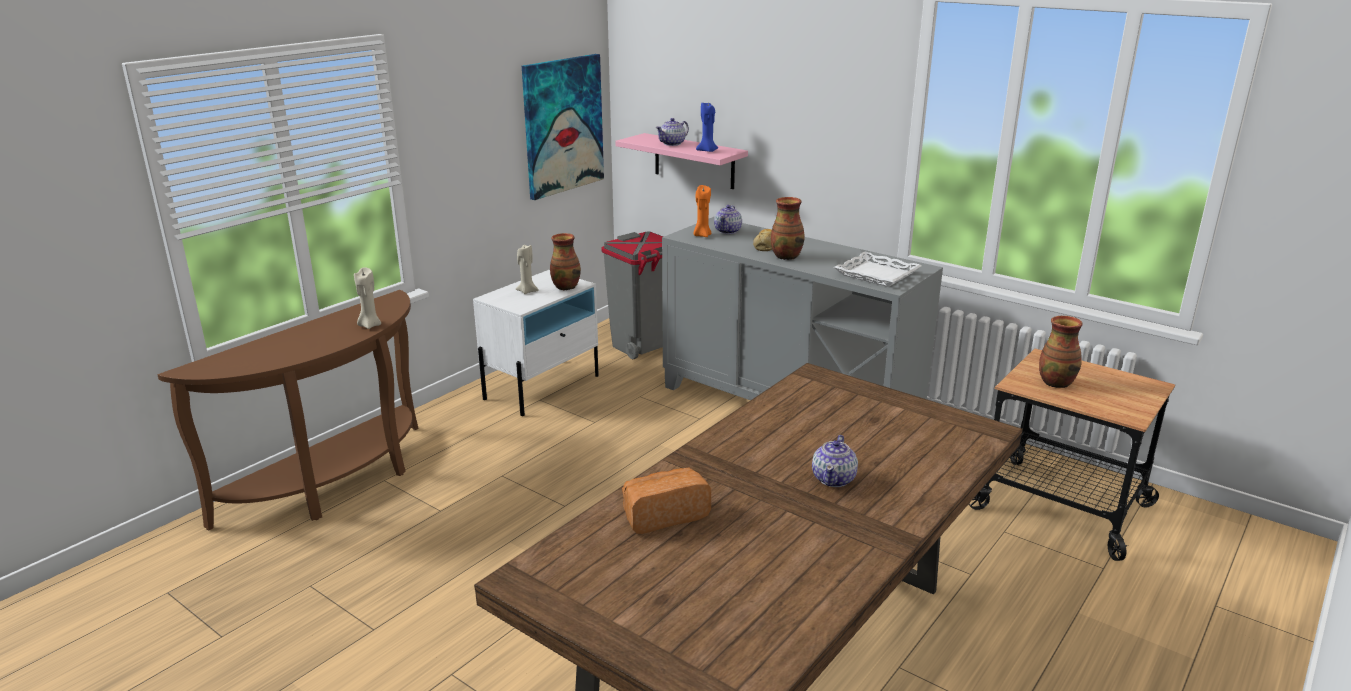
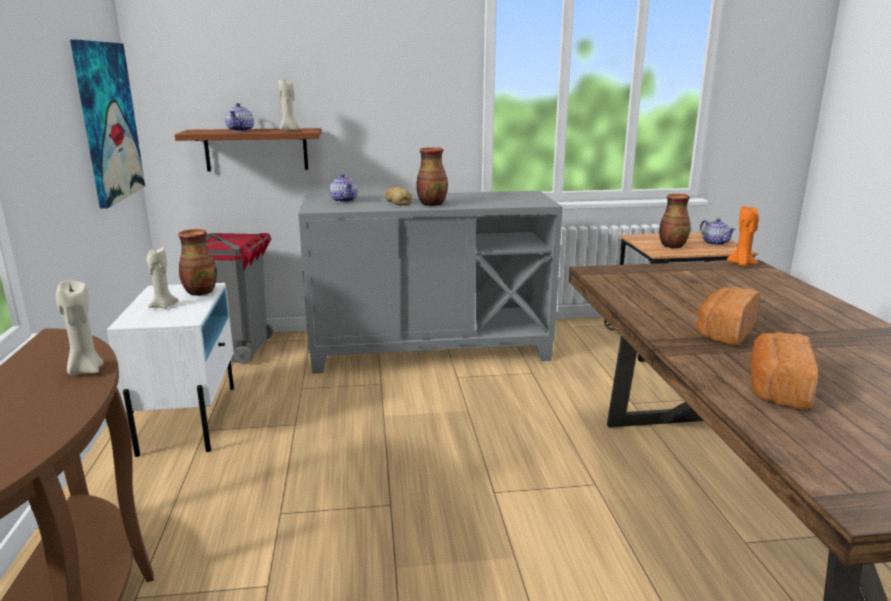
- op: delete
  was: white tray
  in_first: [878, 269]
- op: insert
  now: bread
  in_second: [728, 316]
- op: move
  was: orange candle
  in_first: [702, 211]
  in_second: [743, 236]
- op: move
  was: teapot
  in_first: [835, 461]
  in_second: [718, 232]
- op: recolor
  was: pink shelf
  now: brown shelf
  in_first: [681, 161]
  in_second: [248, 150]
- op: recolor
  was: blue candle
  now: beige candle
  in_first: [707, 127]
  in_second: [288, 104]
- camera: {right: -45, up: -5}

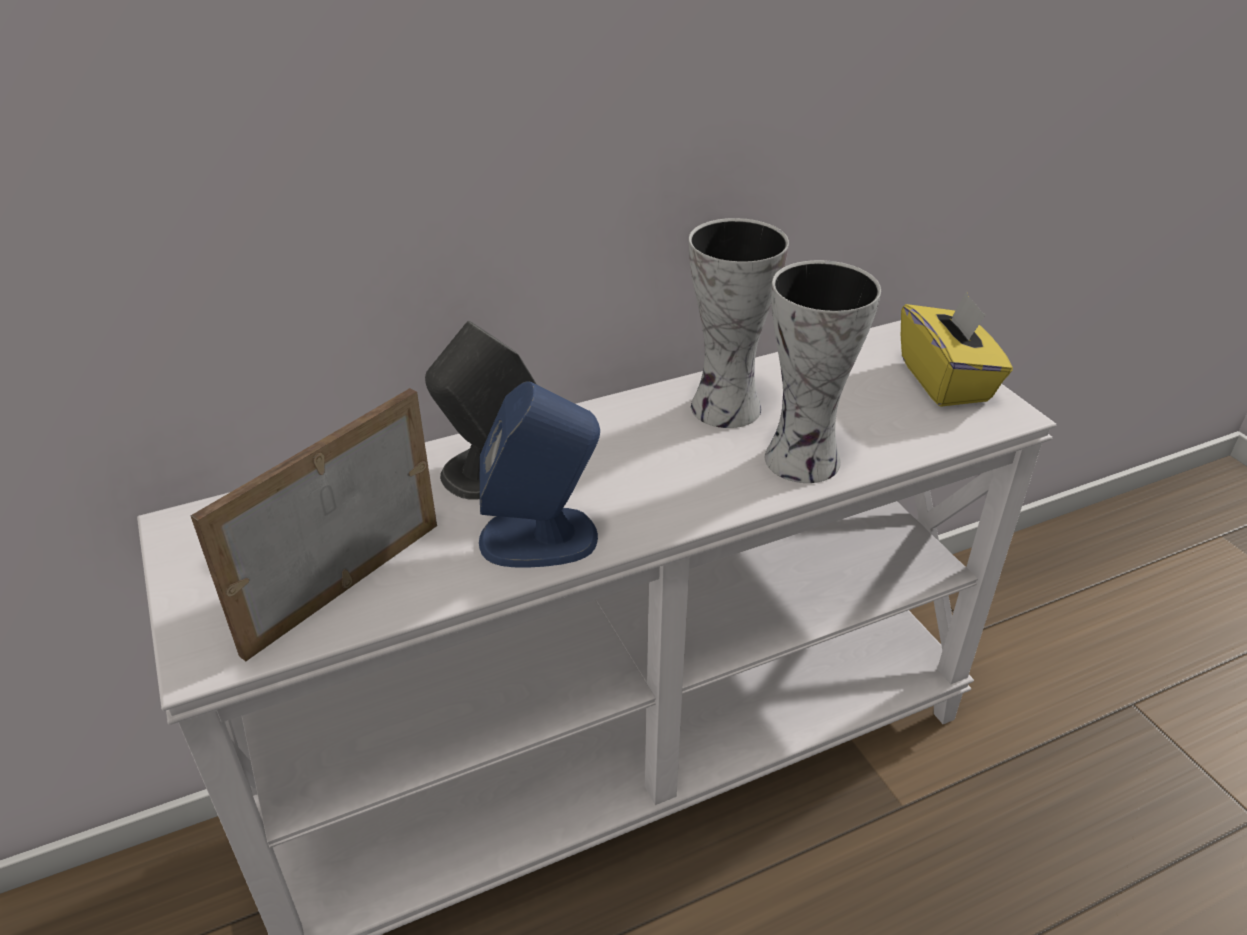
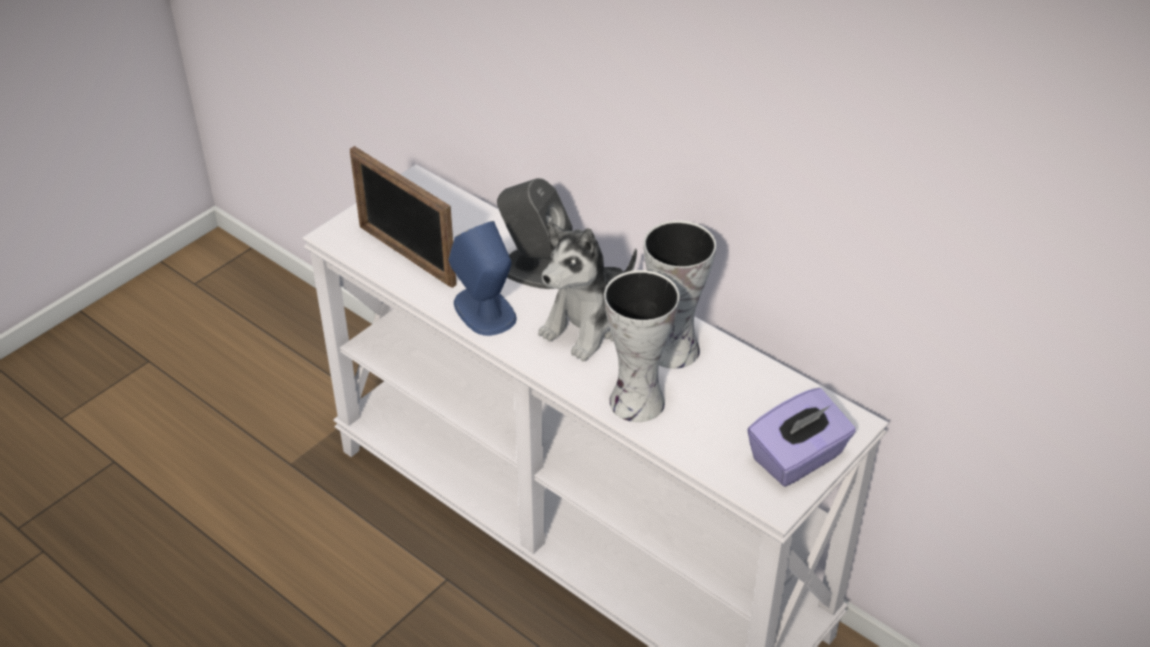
- op: insert
  now: plush toy
  in_second: [587, 291]
- op: recolor
  was: yellow tissue box
  now: purple tissue box
  in_first: [957, 349]
  in_second: [801, 437]
- op: rotate
  was: picture frame
  in_first: [314, 524]
  in_second: [403, 217]
  clockwise: -150
- camera: {right: 65, up: 5}

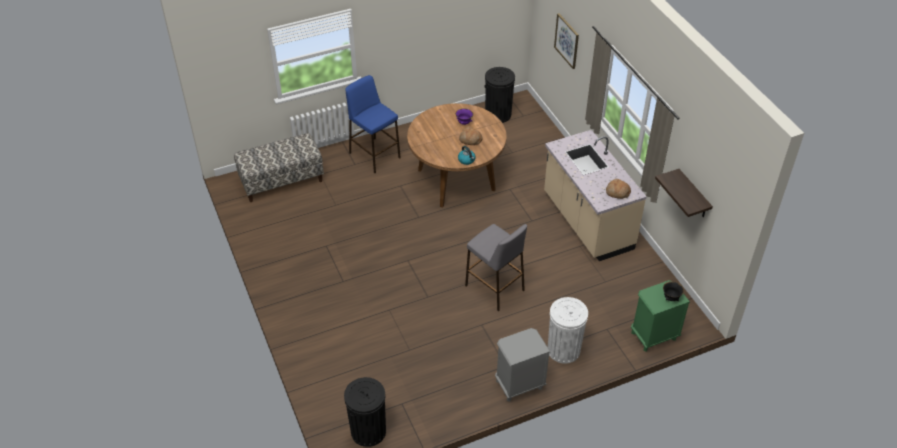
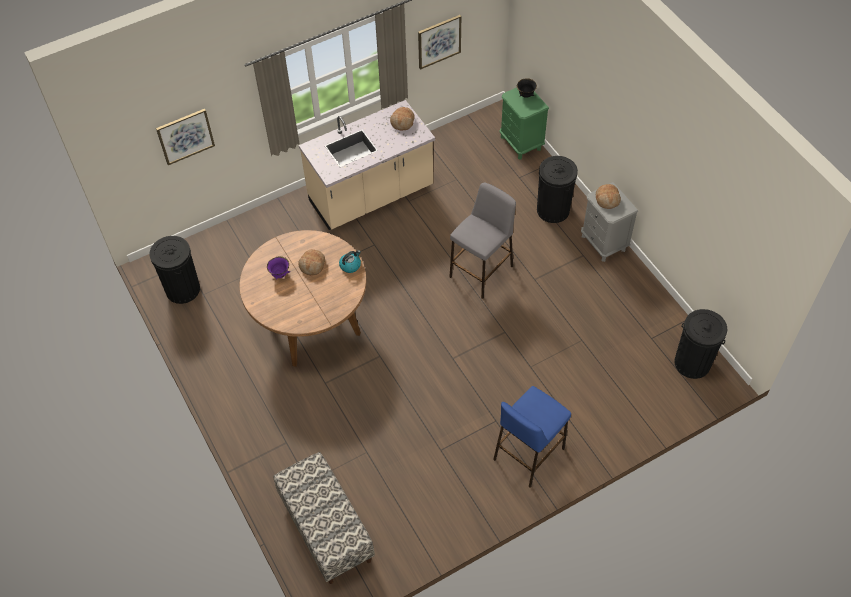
- op: insert
  now: bread
  in_second: [608, 196]
- op: move
  was: blue stool
  in_first: [373, 124]
  in_second: [532, 437]
- op: replace
  was: shelf
  now: picture
  in_first: [684, 193]
  in_second: [439, 42]
- op: recolor
  was: white trash can
  now: black trash can
  in_first: [568, 330]
  in_second: [557, 189]
- camera: {right: -95, up: 10}

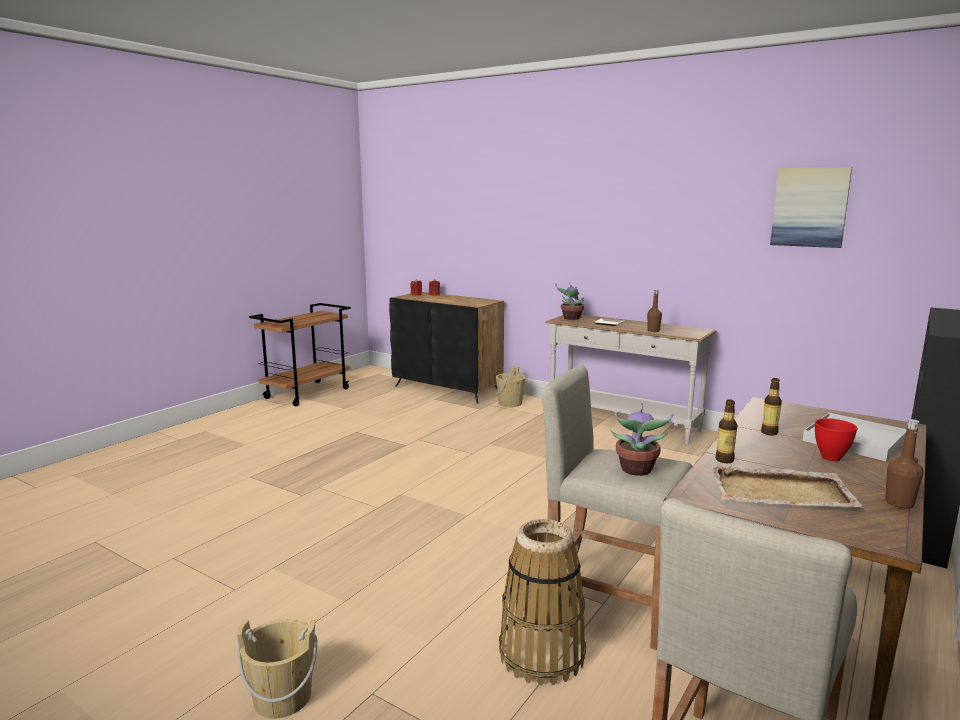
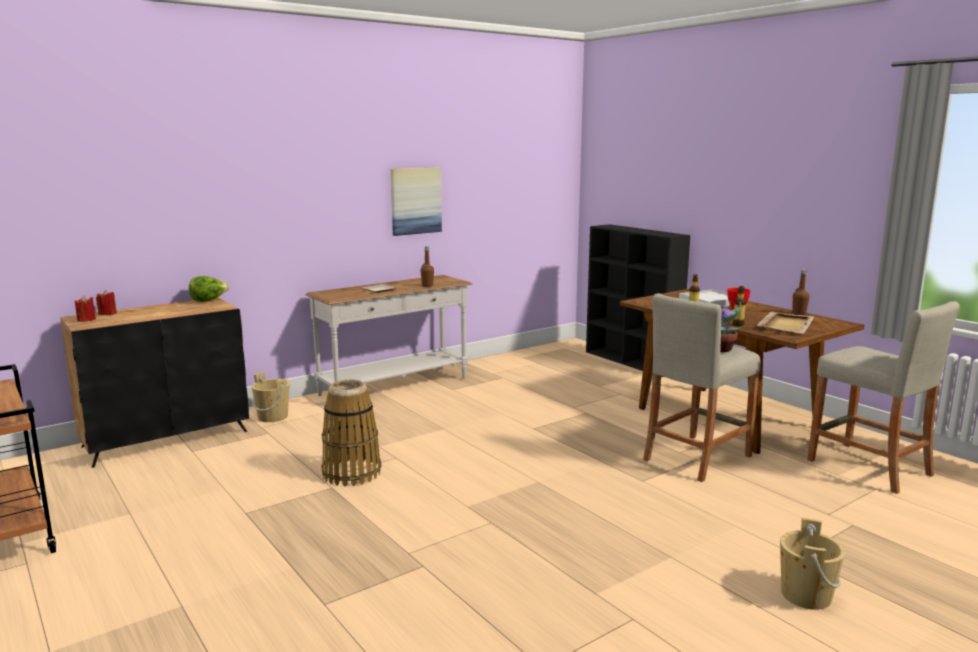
- op: delete
  was: potted plant
  in_first: [569, 300]
- op: insert
  now: lettuce
  in_second: [209, 289]
- op: move
  was: basket
  in_first: [542, 602]
  in_second: [351, 432]
- op: move
  was: picture
  in_first: [811, 207]
  in_second: [416, 201]
- camera: {right: -70, up: 0}

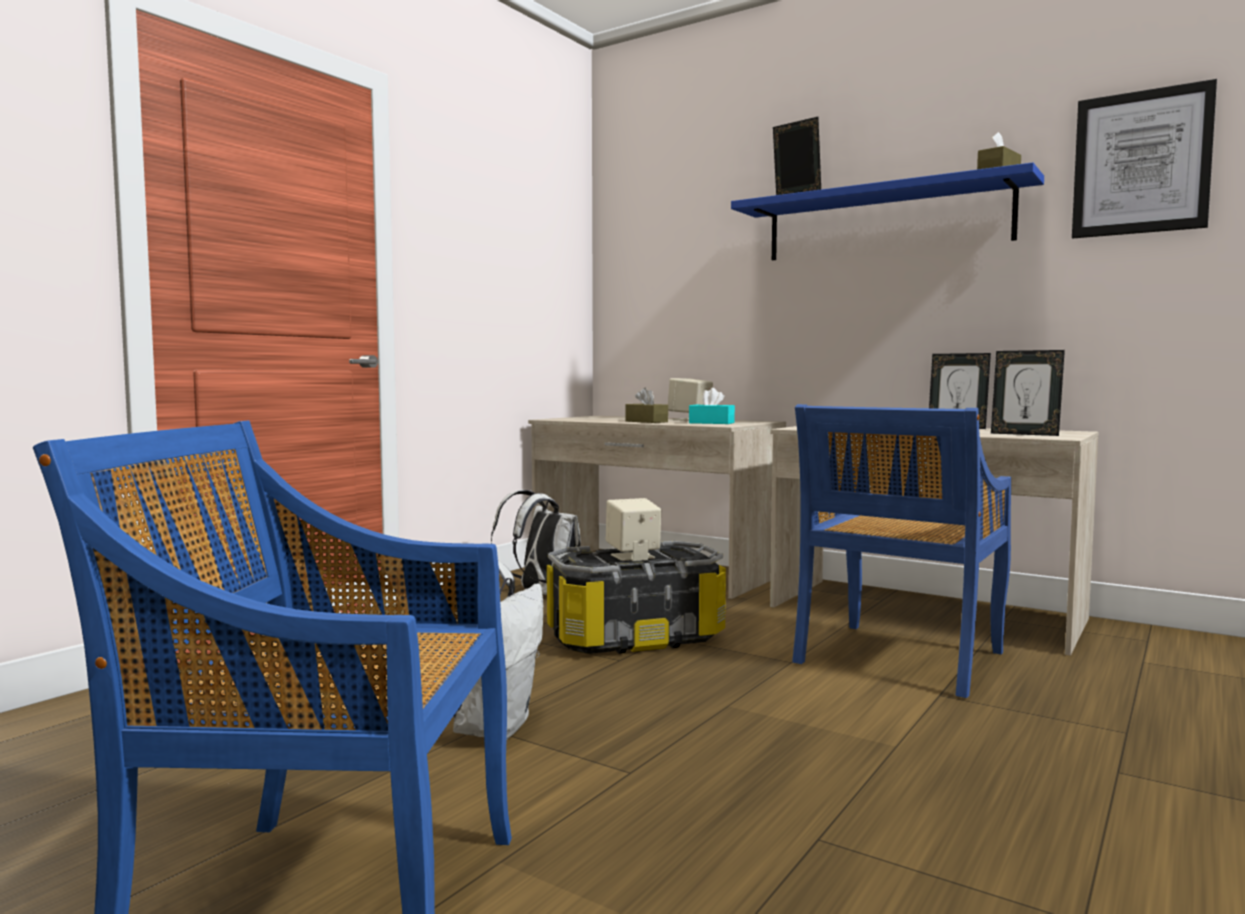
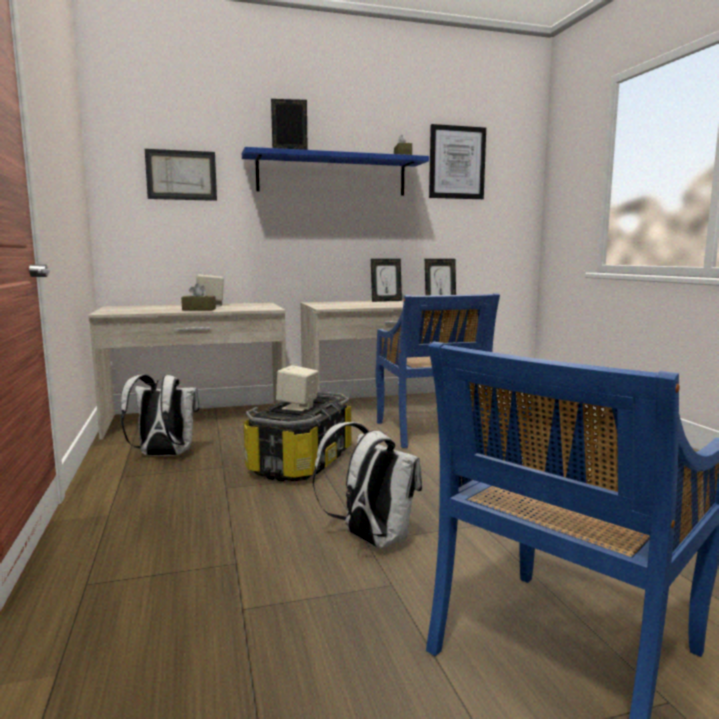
- op: delete
  was: turquoise tissue box
  in_first: [712, 406]
- op: insert
  now: picture
  in_second: [181, 175]
- camera: {right: -50, up: 5}

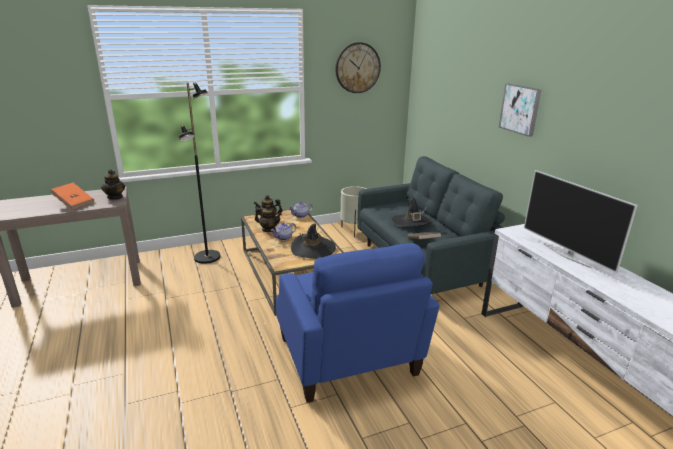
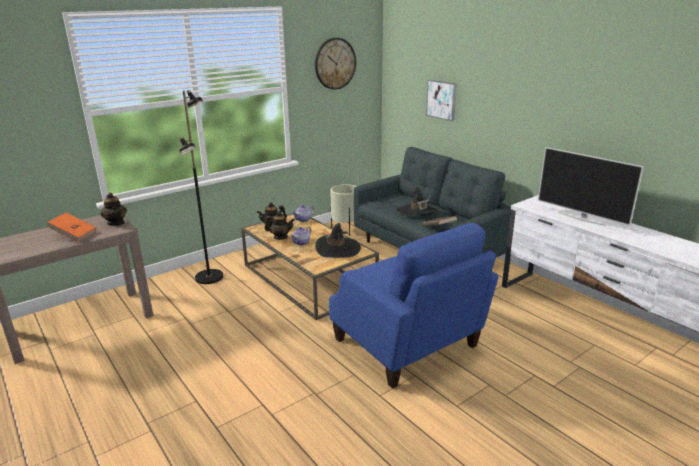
- op: move
  was: picture
  in_first: [520, 110]
  in_second: [441, 100]
- camera: {right: -15, up: 0}

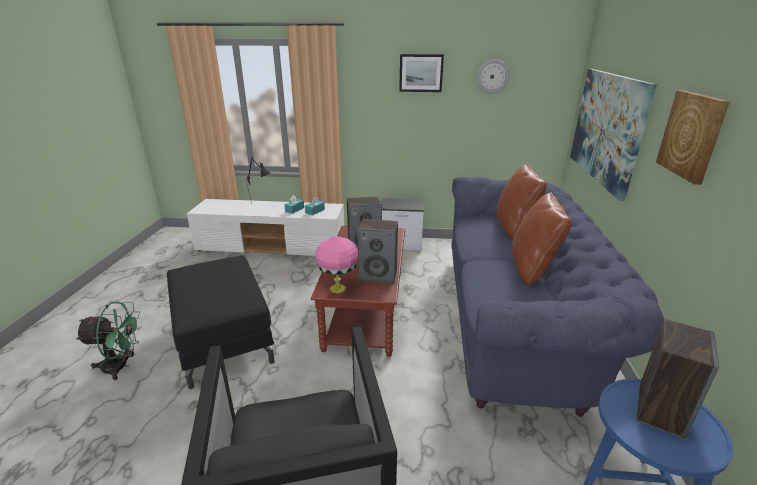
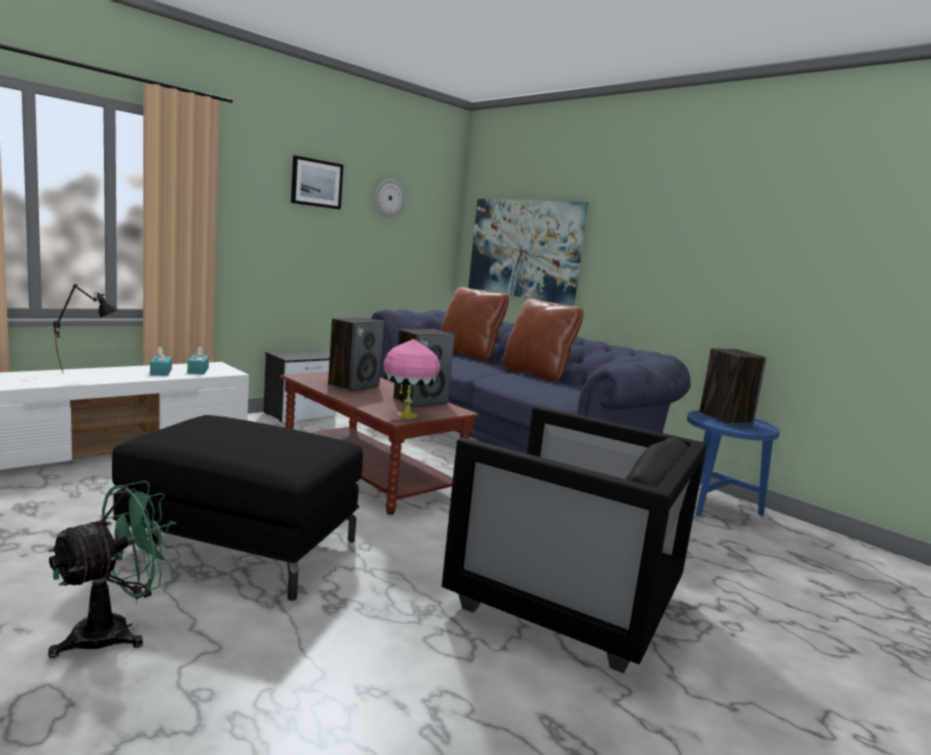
- op: delete
  was: picture
  in_first: [693, 137]
- camera: {right: -50, up: -15}

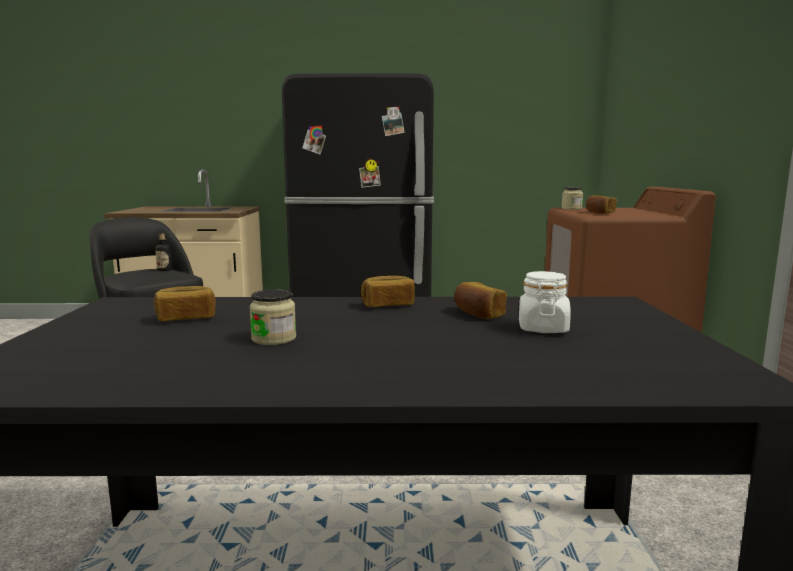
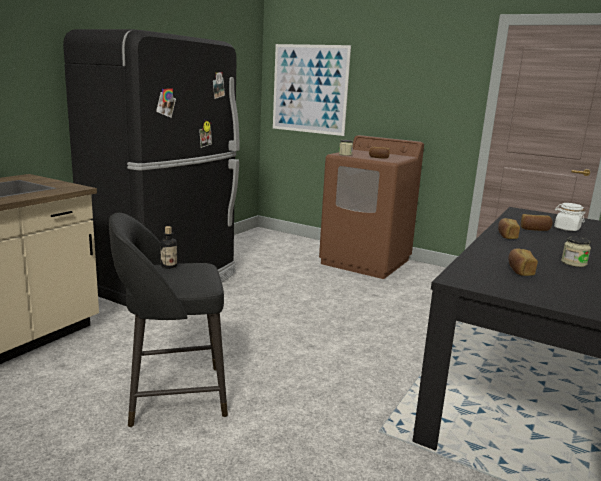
- op: insert
  now: picture
  in_second: [312, 90]
- camera: {right: -60, up: 5}

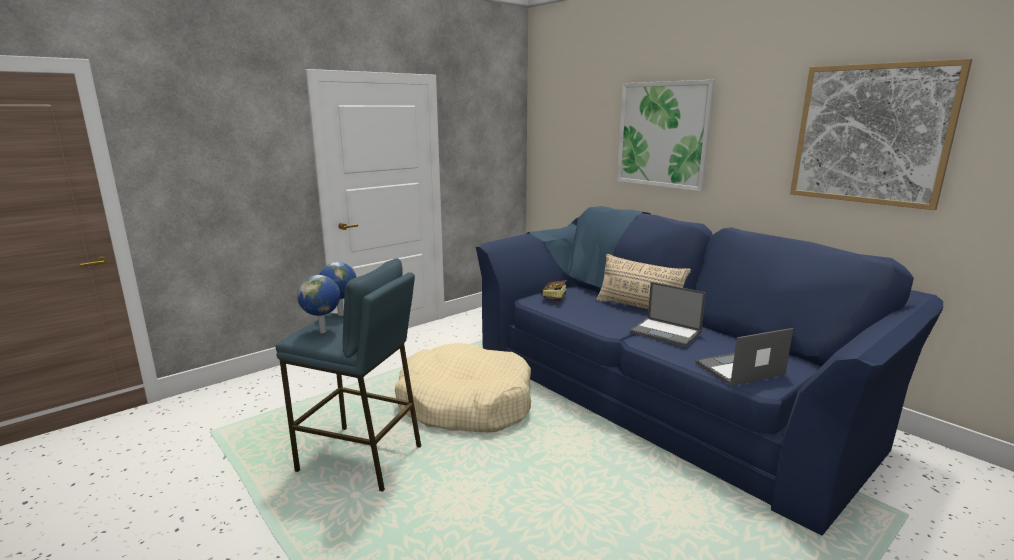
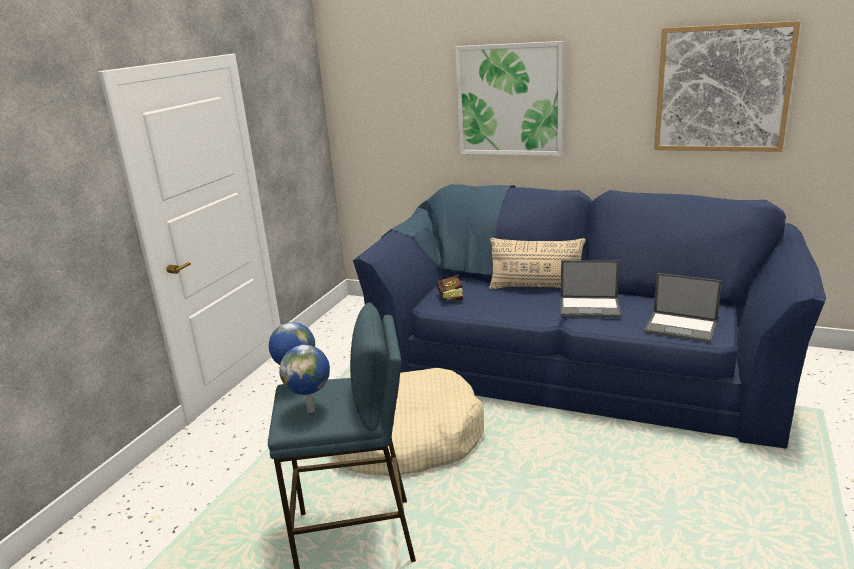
- op: rotate
  was: laptop
  in_first: [744, 357]
  in_second: [683, 308]
  clockwise: -105
- camera: {right: -25, up: 5}

